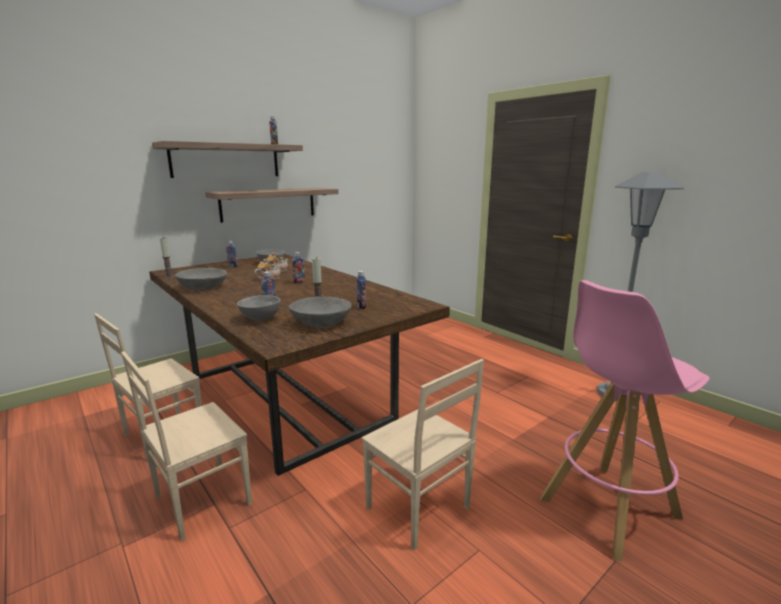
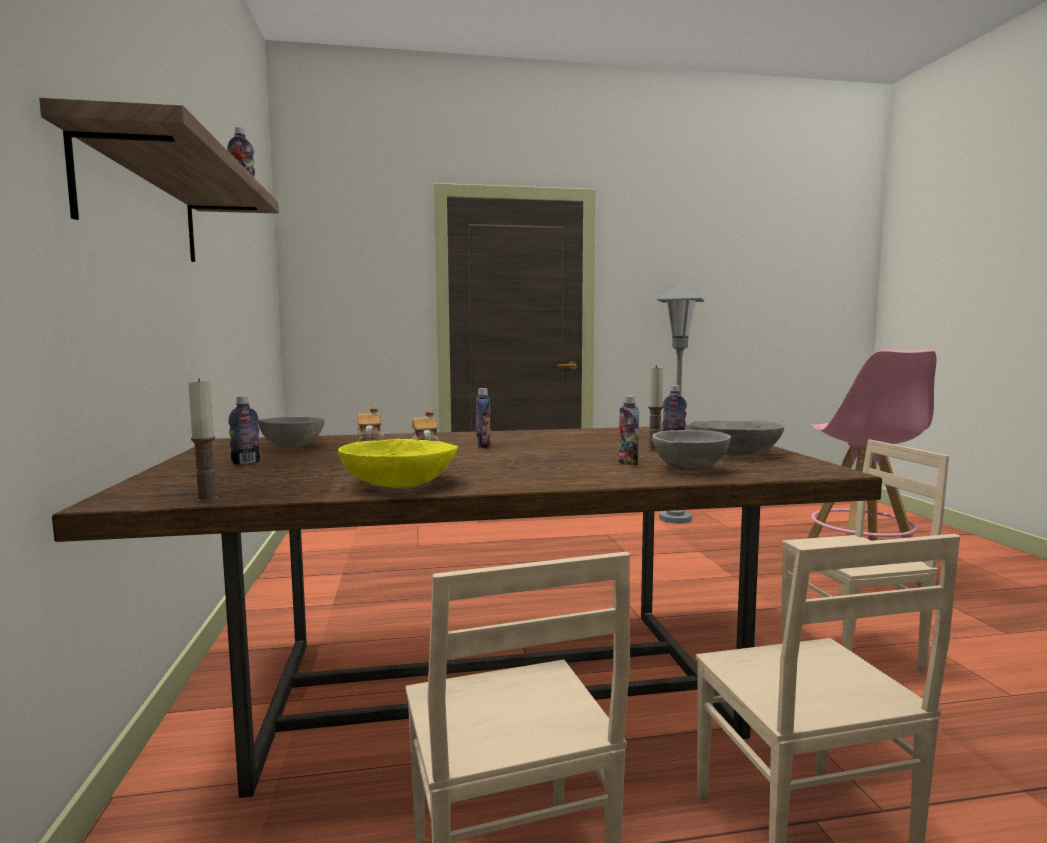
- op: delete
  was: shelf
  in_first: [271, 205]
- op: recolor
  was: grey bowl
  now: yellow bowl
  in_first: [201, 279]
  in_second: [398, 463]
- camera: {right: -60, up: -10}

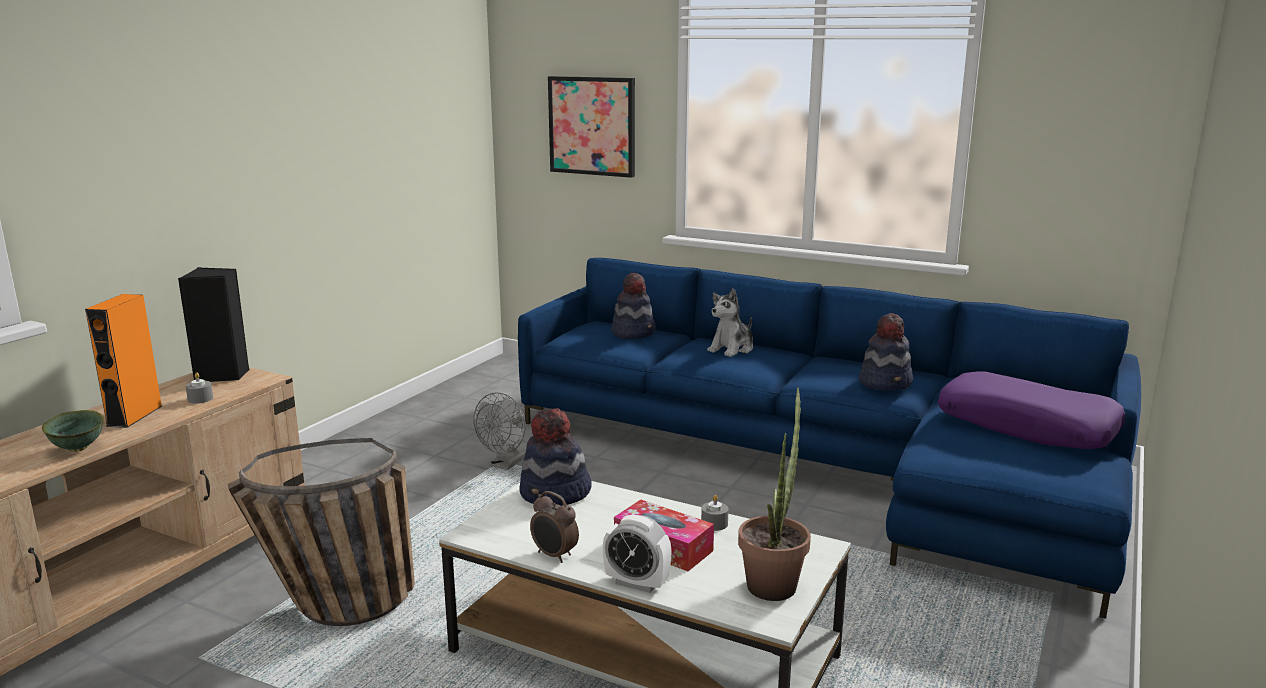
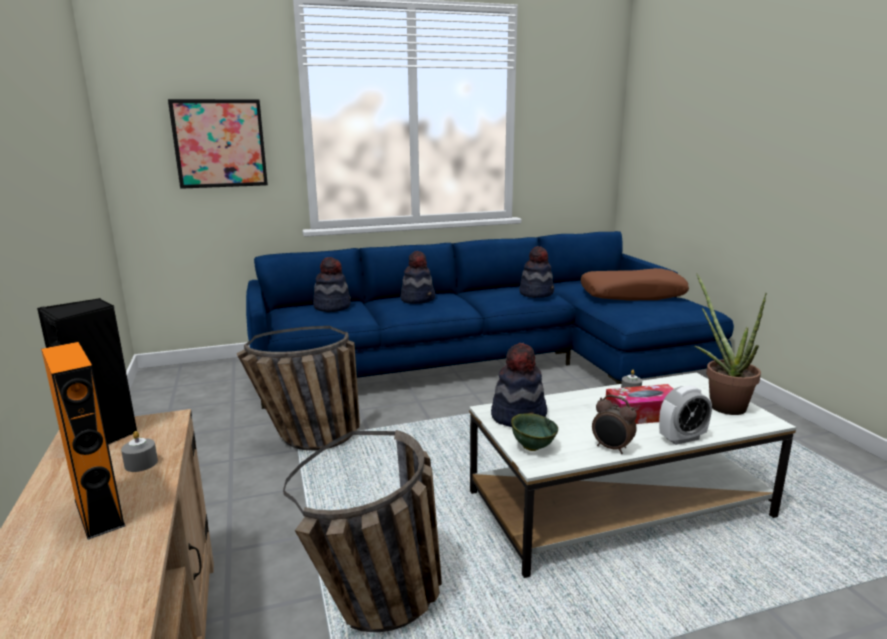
- op: move
  was: green bowl
  in_first: [73, 431]
  in_second: [534, 432]
- op: replace
  was: grey fan
  now: basket
  in_first: [499, 431]
  in_second: [298, 388]
- op: replace
  was: plush toy
  now: hat
  in_first: [730, 322]
  in_second: [417, 277]
- op: recolor
  was: purple pillow
  now: brown pillow
  in_first: [1031, 410]
  in_second: [635, 284]
- op: rotate
  was: alarm clock
  in_first: [554, 527]
  in_second: [614, 424]
  clockwise: 45
- camera: {right: -45, up: 0}

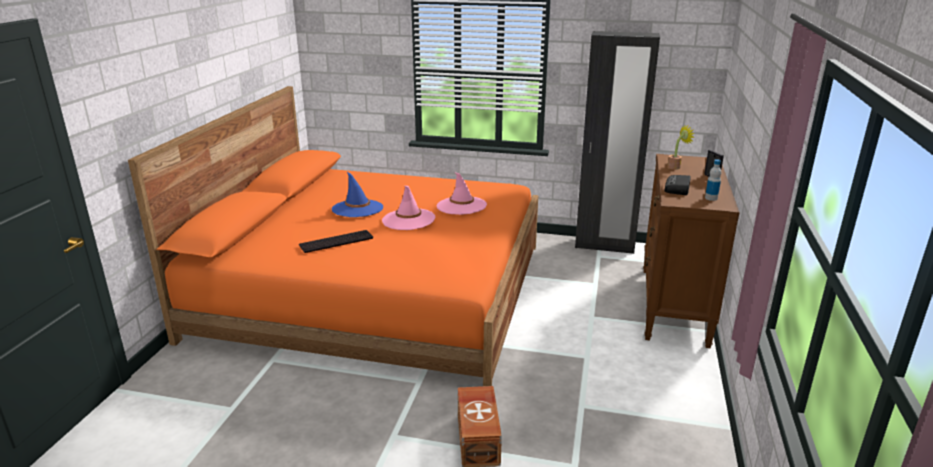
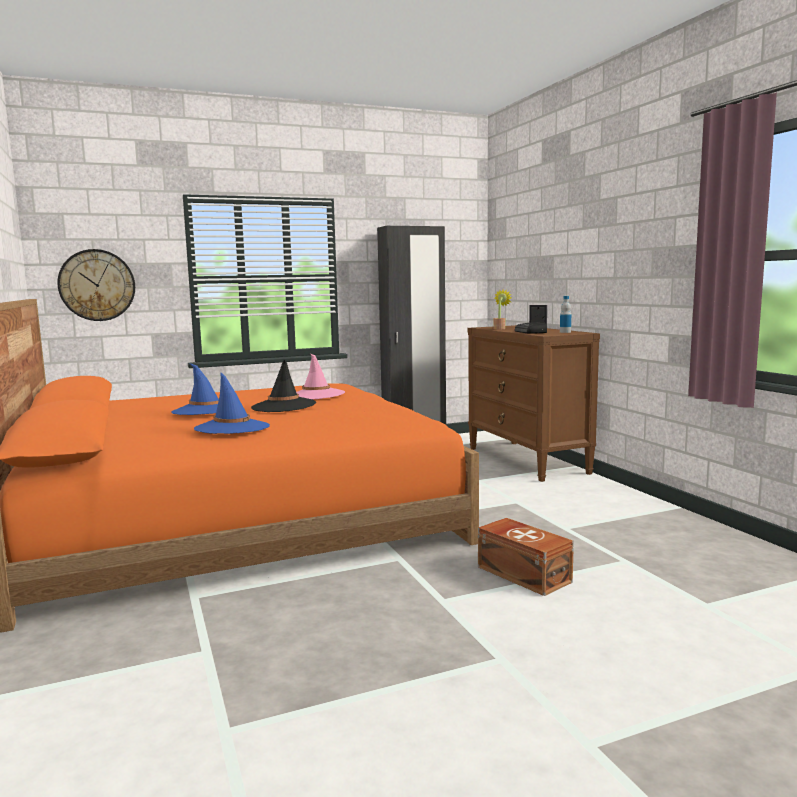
- op: insert
  now: wall clock
  in_second: [96, 285]
- op: replace
  was: keyboard
  now: blue hat
  in_first: [336, 241]
  in_second: [232, 403]
- op: recolor
  was: pink hat
  now: black hat
  in_first: [409, 208]
  in_second: [283, 386]
- camera: {right: -35, up: -15}

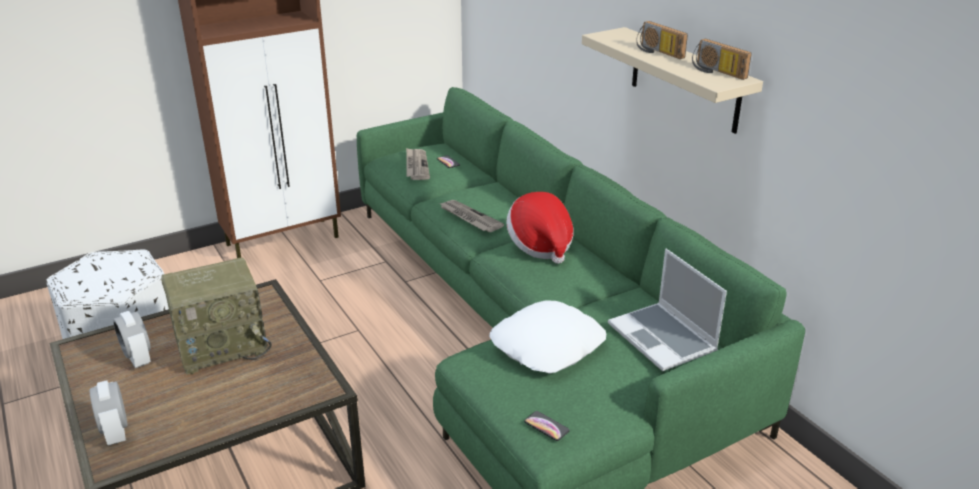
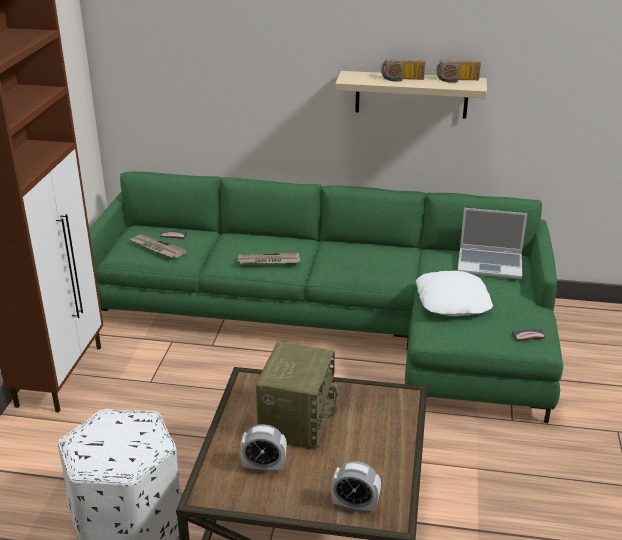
- op: delete
  was: hat
  in_first: [540, 228]
- camera: {right: -50, up: 0}

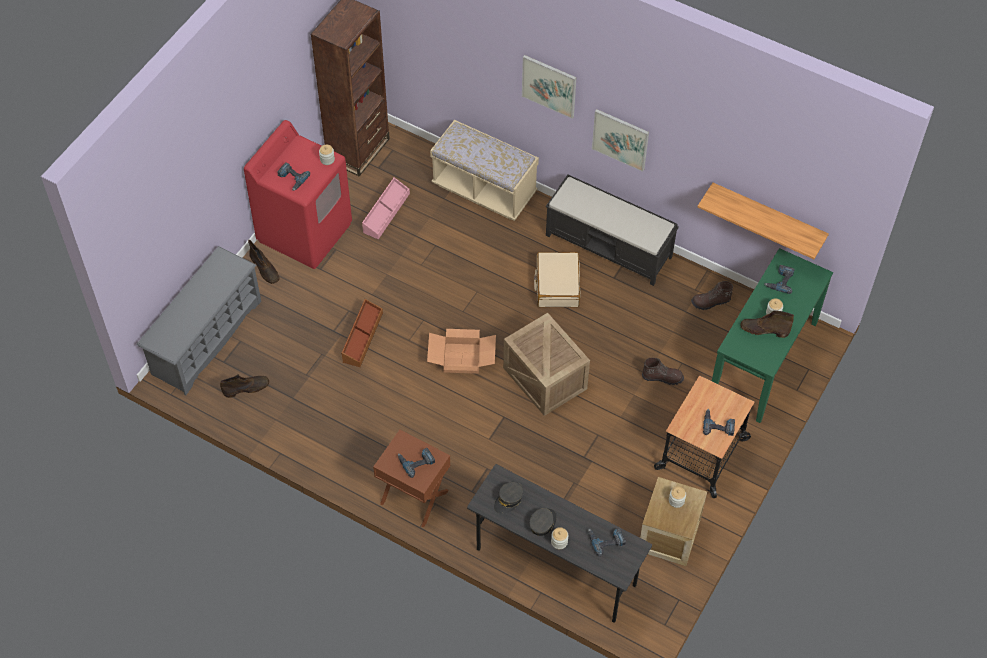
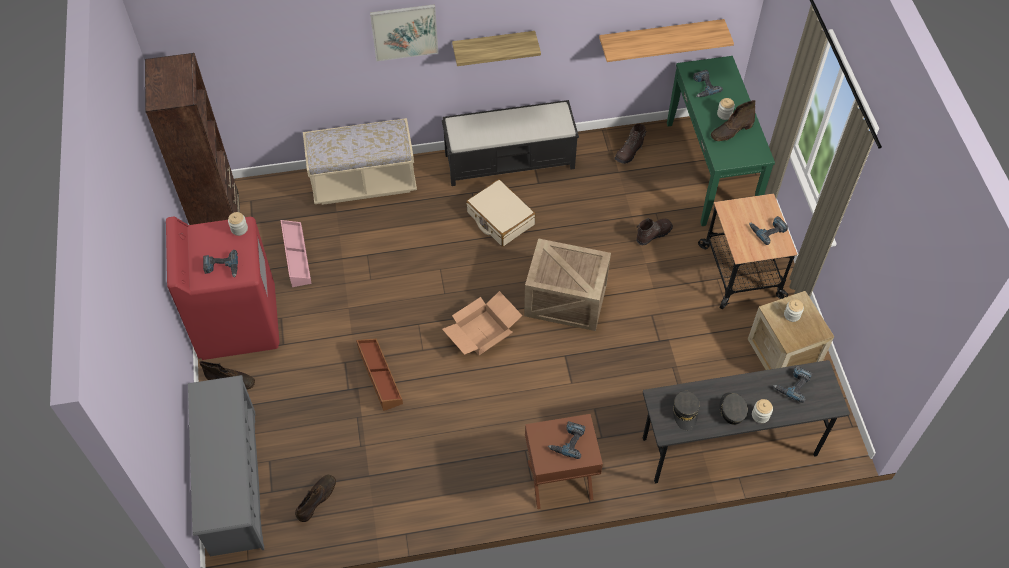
- op: replace
  was: picture
  now: shelf
  in_first: [620, 140]
  in_second: [496, 48]
- camera: {right: -40, up: 0}

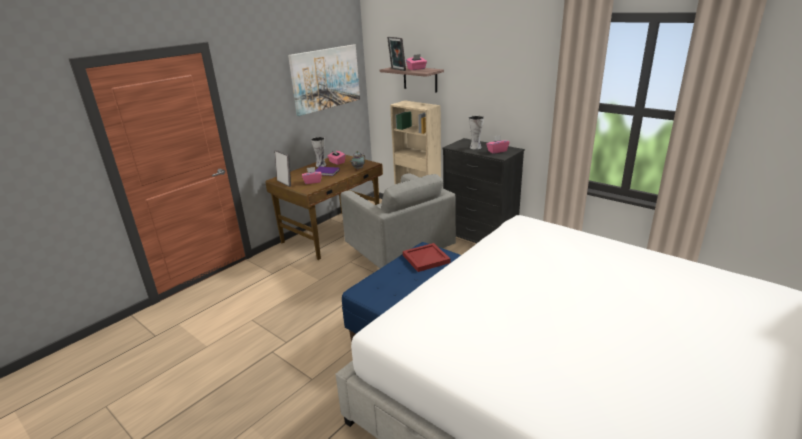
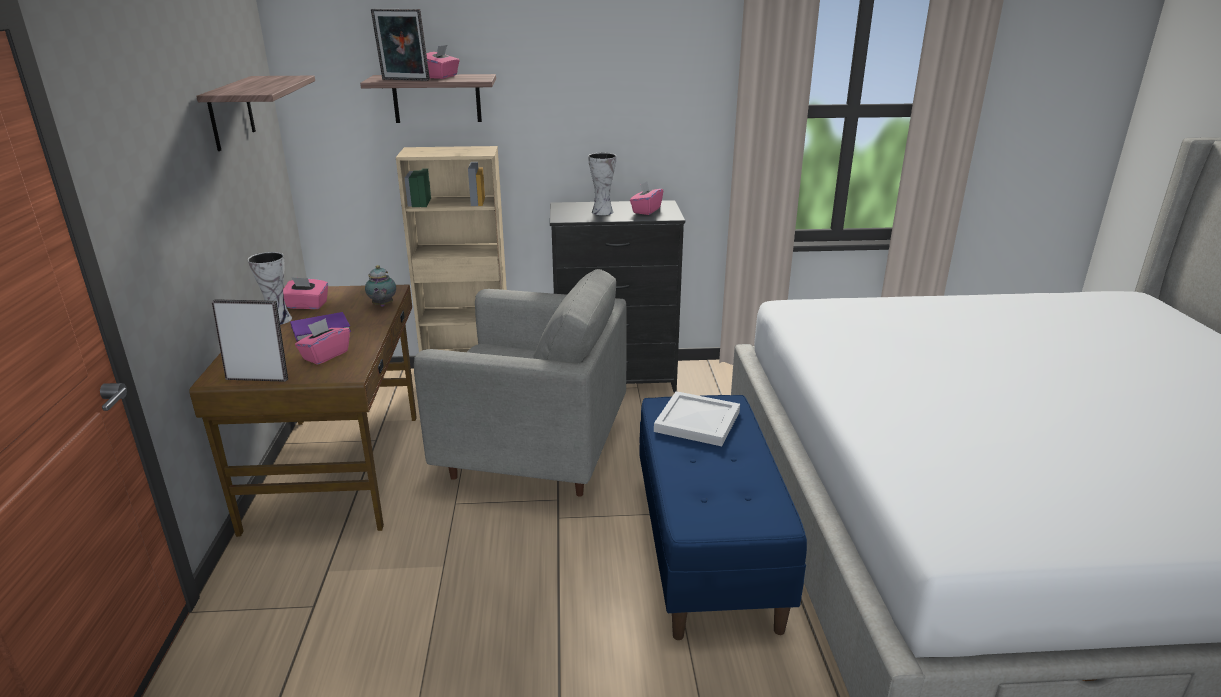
- op: replace
  was: picture
  now: shelf
  in_first: [324, 80]
  in_second: [255, 113]
- op: recolor
  was: red tray
  now: white tray
  in_first: [426, 257]
  in_second: [697, 418]
- camera: {right: -45, up: 0}

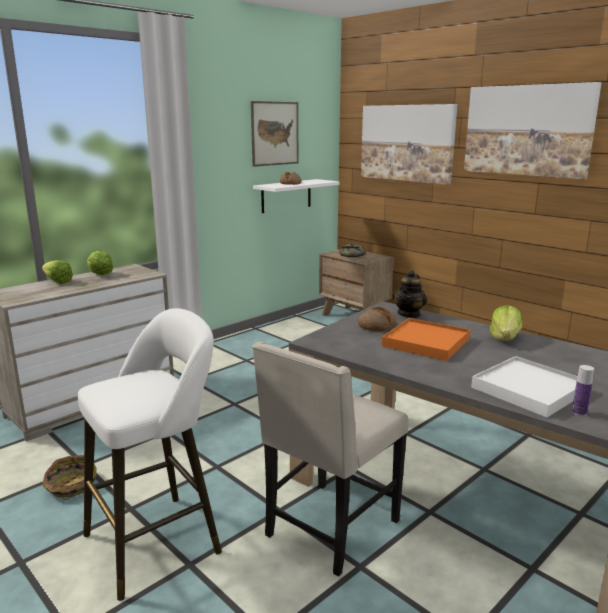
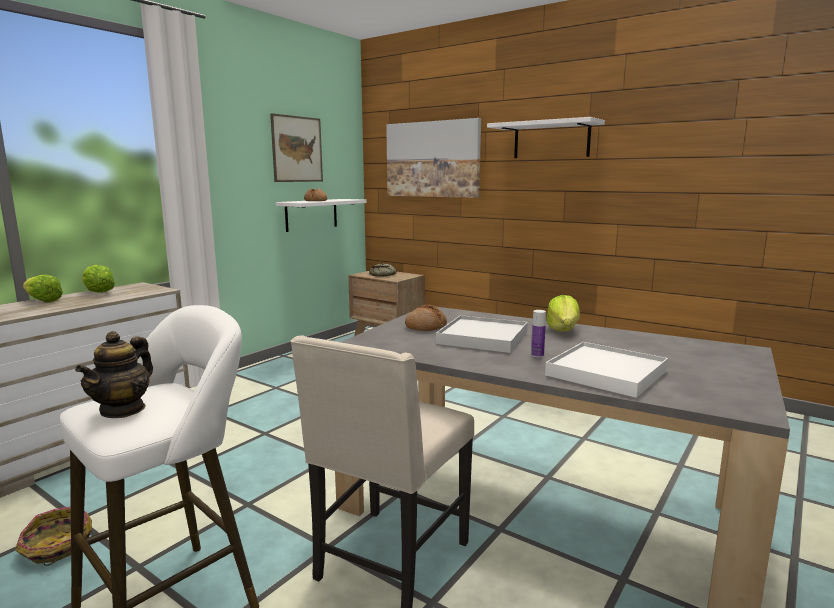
- op: move
  was: teapot
  in_first: [410, 294]
  in_second: [114, 374]
- op: move
  was: bottle
  in_first: [583, 390]
  in_second: [538, 334]
- op: replace
  was: picture
  now: white shelf
  in_first: [533, 130]
  in_second: [546, 137]
- op: recolor
  was: orange tray
  now: white tray
  in_first: [426, 339]
  in_second: [482, 334]
- camera: {right: -10, up: -5}

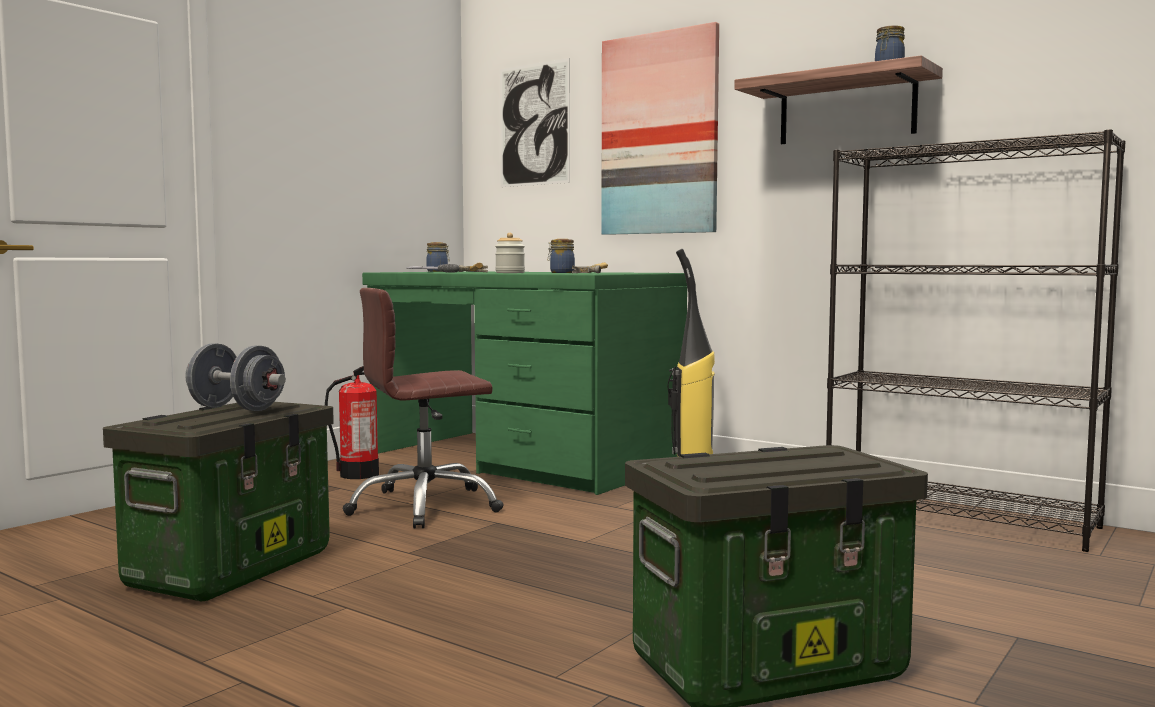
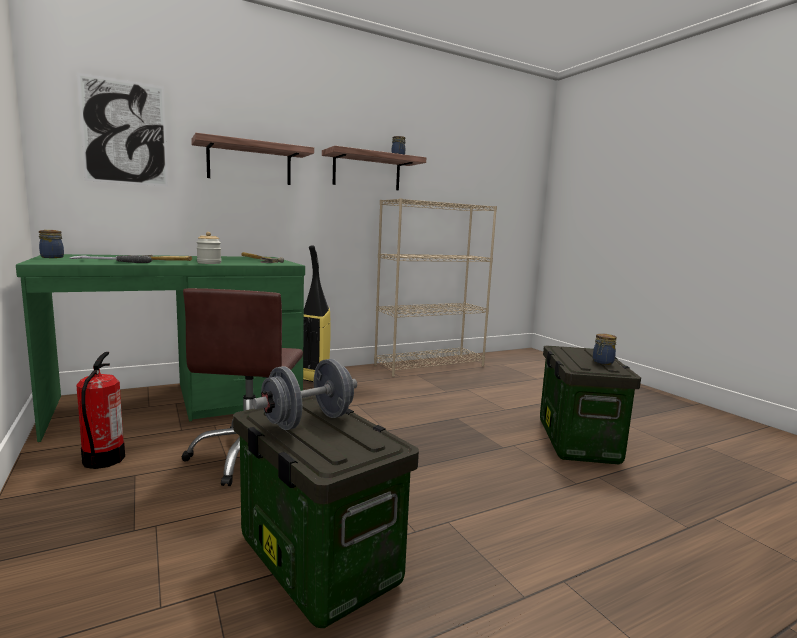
- op: move
  was: jar
  in_first: [561, 256]
  in_second: [605, 349]
- op: replace
  was: picture
  now: shelf
  in_first: [660, 128]
  in_second: [252, 159]
- op: recolor
  was: black bookcase
  now: beige bookcase
  in_first: [976, 340]
  in_second: [435, 287]
- camera: {right: -65, up: 5}

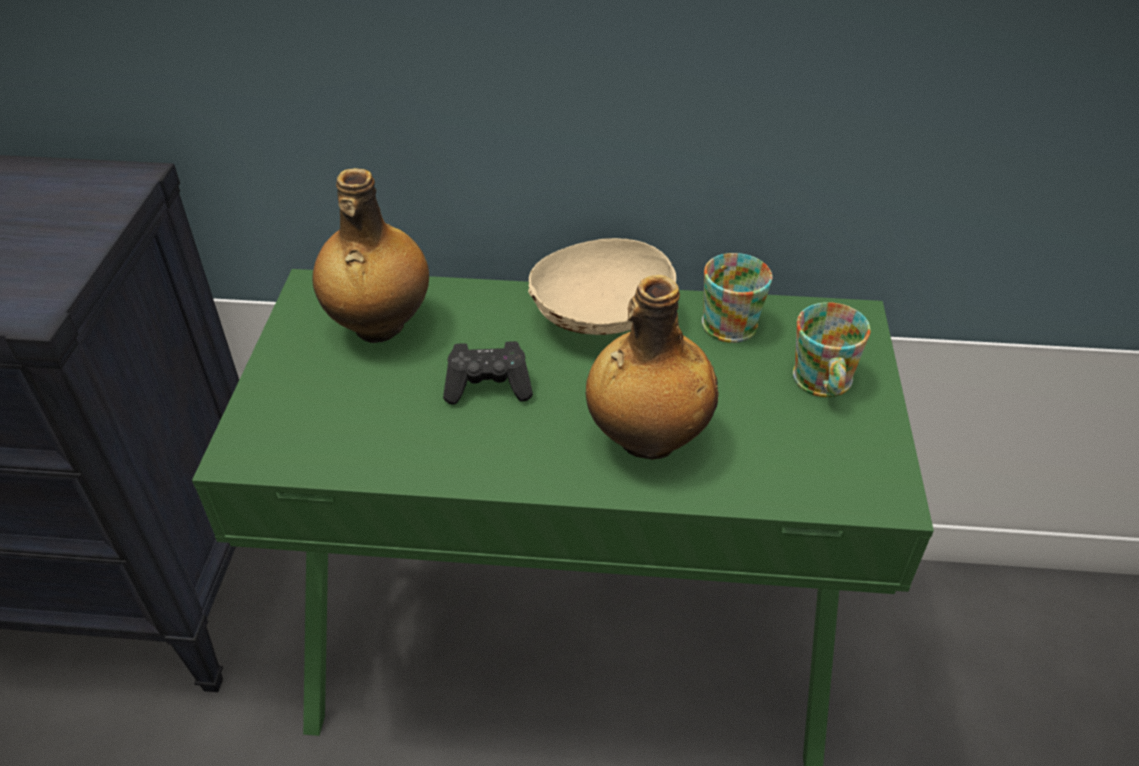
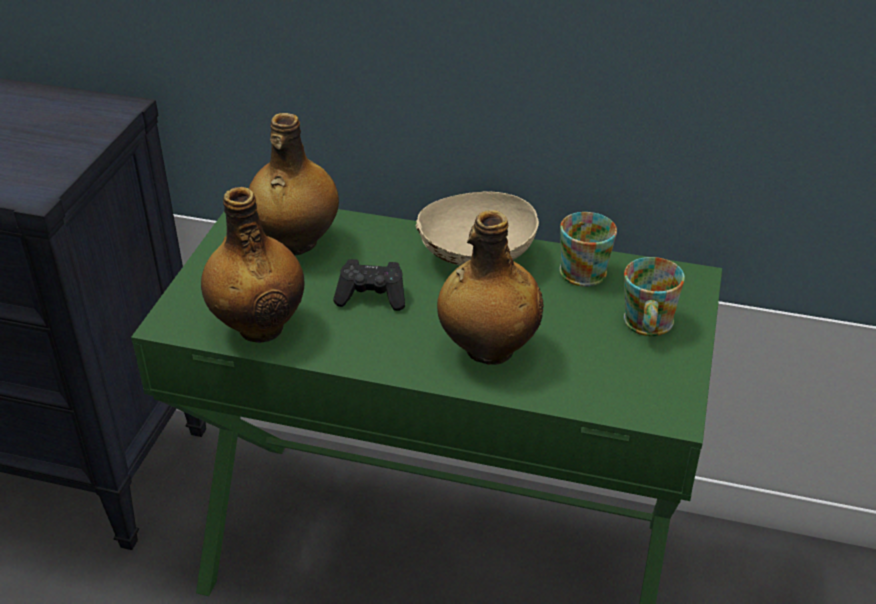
- op: insert
  now: bottle
  in_second: [252, 265]
- camera: {right: 10, up: -5}

